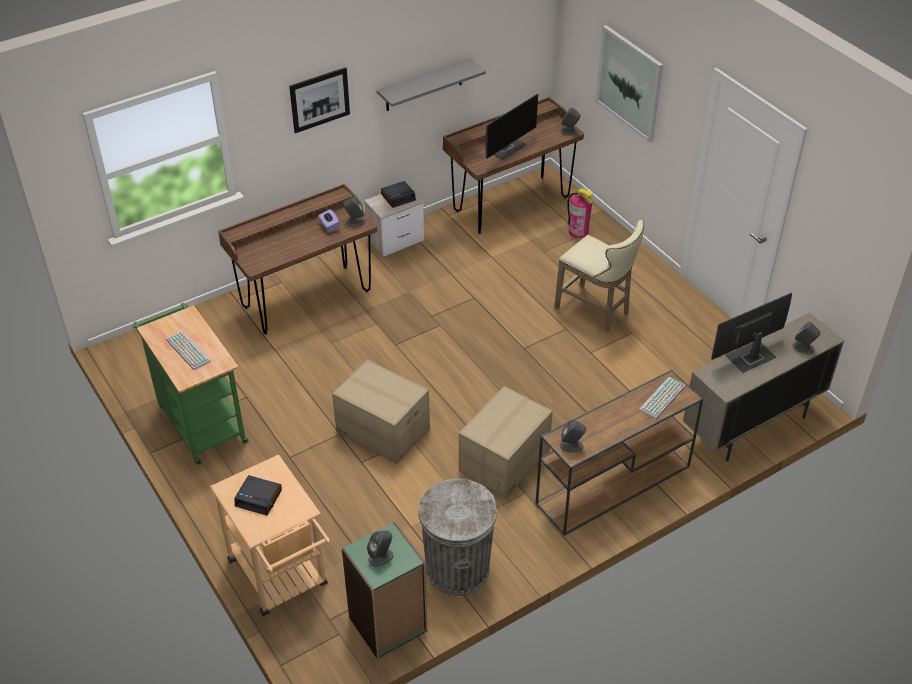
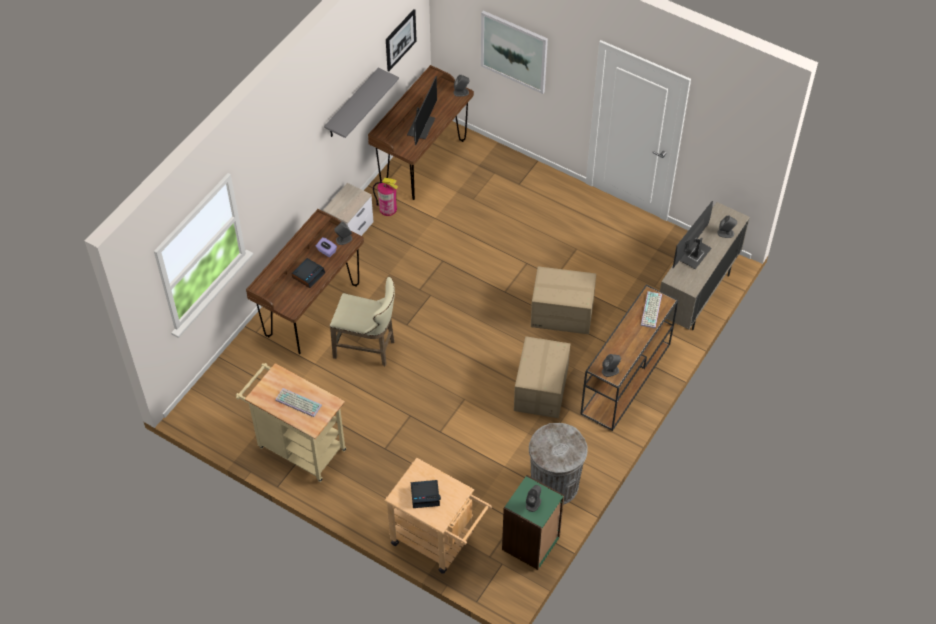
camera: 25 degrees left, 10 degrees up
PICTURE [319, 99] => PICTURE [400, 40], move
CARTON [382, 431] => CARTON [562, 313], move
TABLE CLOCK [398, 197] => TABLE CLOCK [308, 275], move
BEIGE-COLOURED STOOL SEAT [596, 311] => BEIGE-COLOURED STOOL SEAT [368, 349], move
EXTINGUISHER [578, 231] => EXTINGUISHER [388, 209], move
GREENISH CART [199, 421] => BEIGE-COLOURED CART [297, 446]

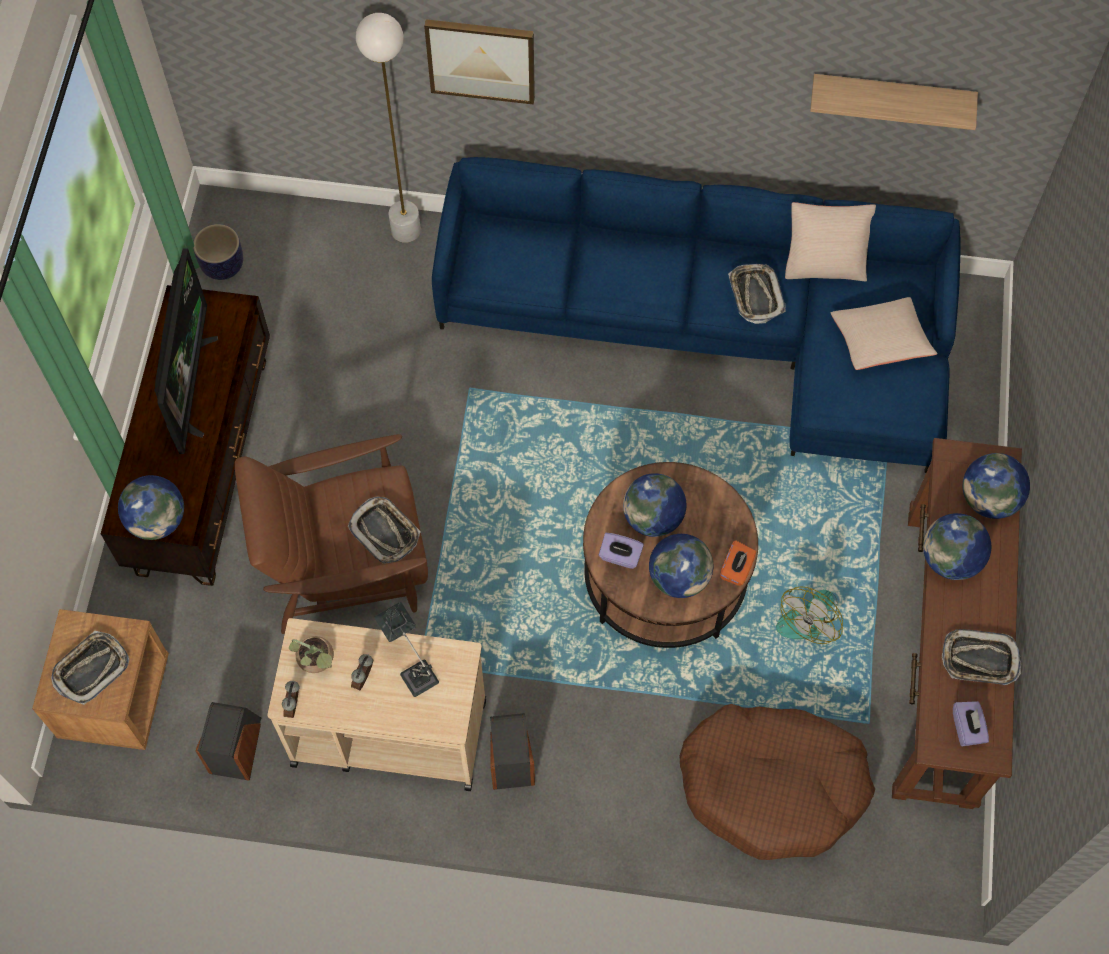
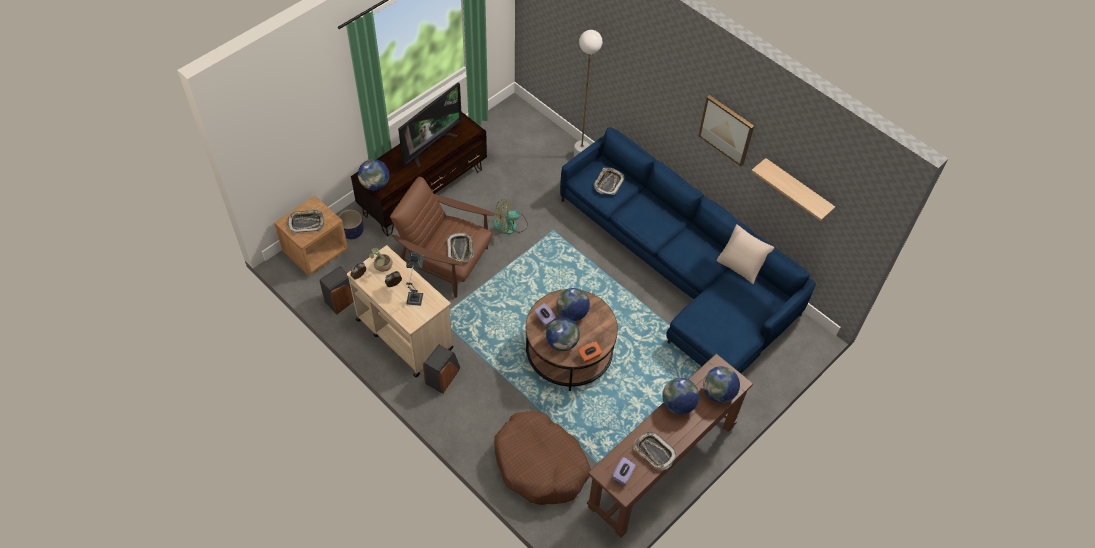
camera: 35 degrees right, 10 degrees down
BEIGE-COLOURED PILLOW [880, 341] => nothing
FLOWER POT [222, 265] => FLOWER POT [352, 232], move
PICTURE [481, 59] => PICTURE [726, 130], move
SERVING TRAY [755, 295] => SERVING TRAY [608, 183], move
FAN [808, 615] => FAN [510, 225], move

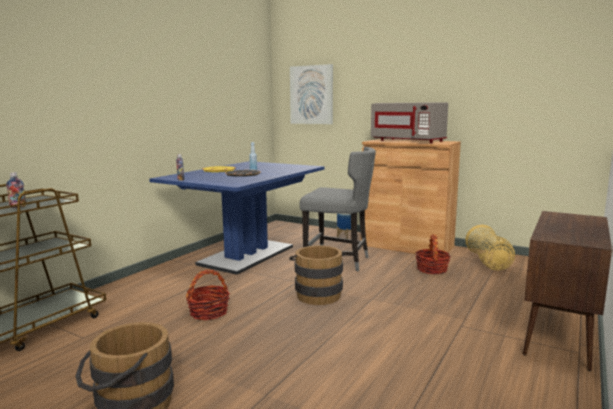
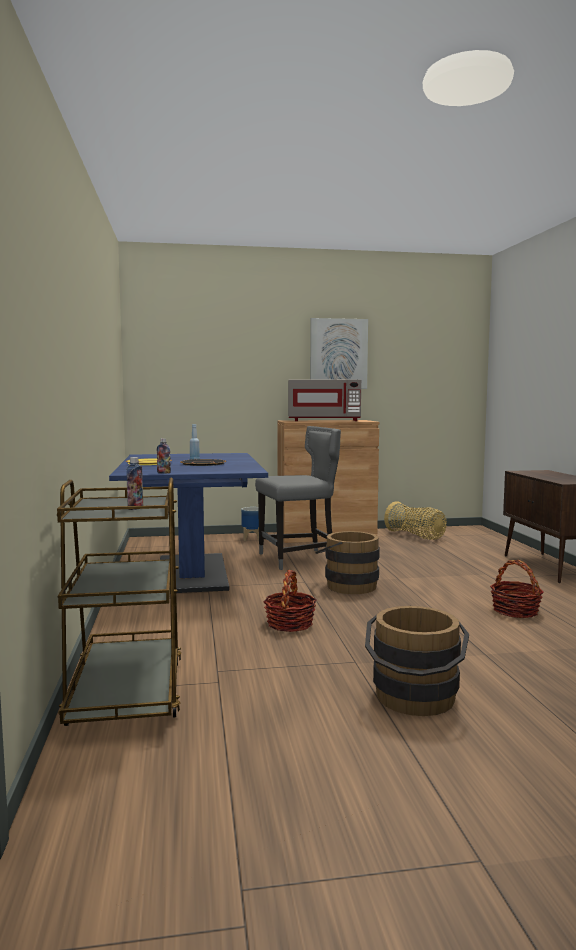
camera: 40 degrees left, 5 degrees down
PICTURE [311, 95] => PICTURE [338, 354], move
STORAGE BASKET [432, 269] => STORAGE BASKET [515, 611], move

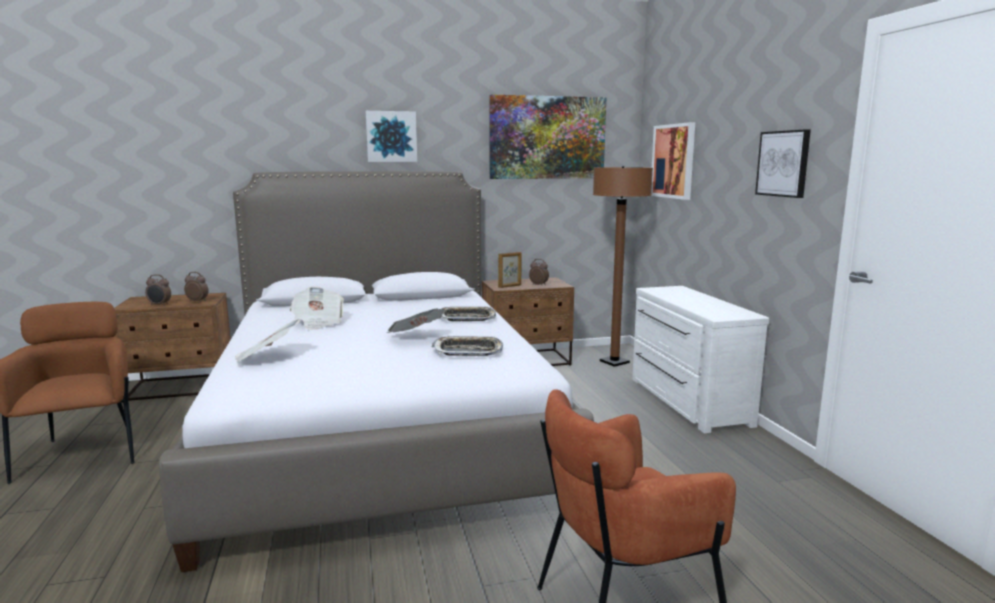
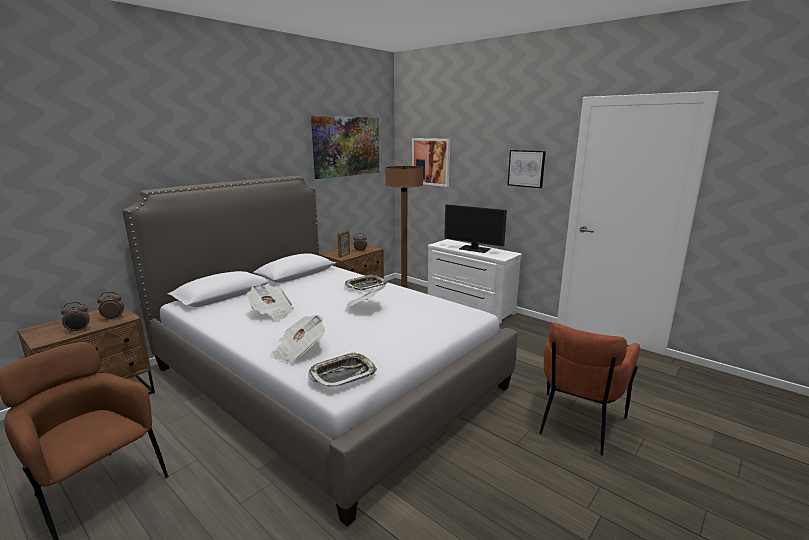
camera: 35 degrees left, 5 degrees up
PICTURE [391, 136] => nothing
nothing => MONITOR [475, 249]
SERVING TRAY [468, 351] => SERVING TRAY [343, 374], move

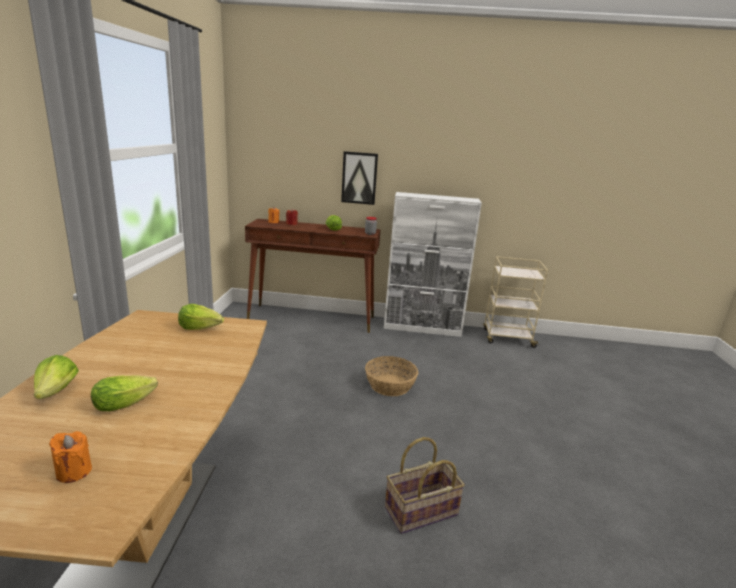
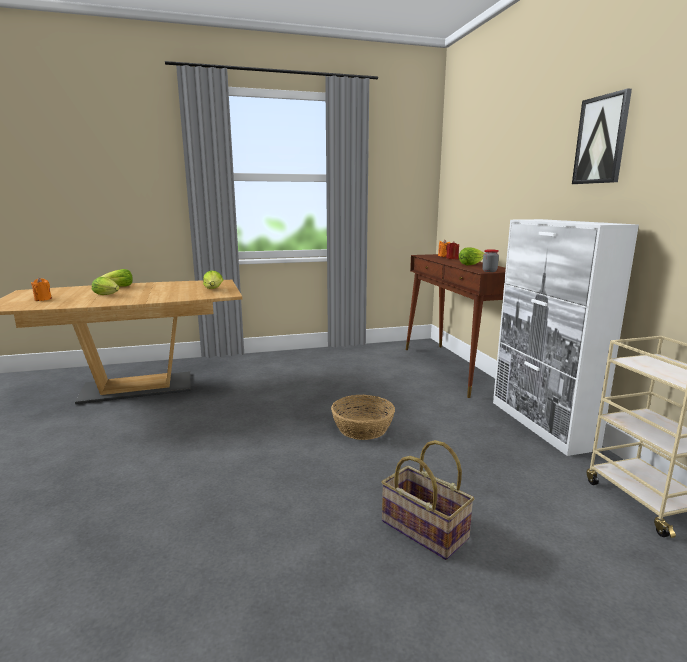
camera: 70 degrees right, 5 degrees down
PICTURE [359, 178] => PICTURE [601, 140], move
STORAGE BASKET [421, 512] => STORAGE BASKET [423, 530], move

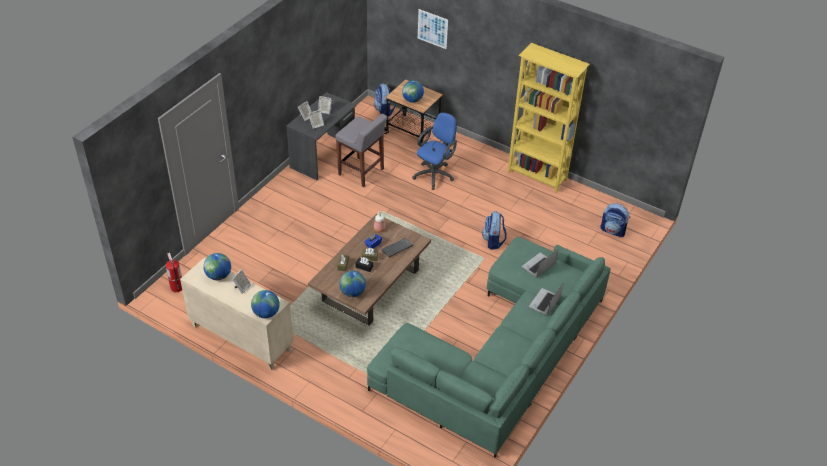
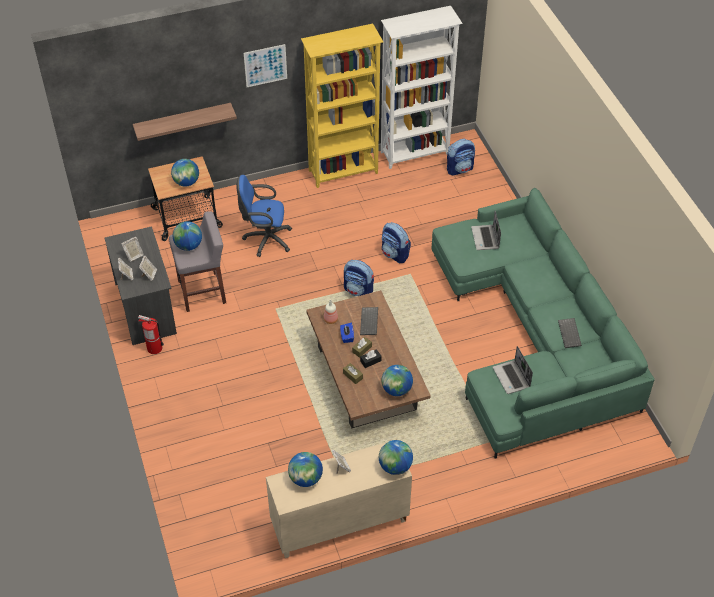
camera: 50 degrees left, 5 degrees up
nothing => BRACKET SHELF [183, 121]
nothing => DESK GLOBE [188, 246]
nothing => WHITE BOOKSHELF [415, 153]
nothing => PC KEYBOARD [570, 334]
EXTINGUISHER [177, 287] => EXTINGUISHER [154, 348], move
KNAPSACK [384, 111] => KNAPSACK [359, 291], move
PICTURE [432, 29] => PICTURE [265, 65], move
NOTEBOOK COMPUTER [545, 303] => NOTEBOOK COMPUTER [512, 378], move
BLUE DESK CHAIR [435, 174] => BLUE DESK CHAIR [265, 239], 75 degrees counterclockwise

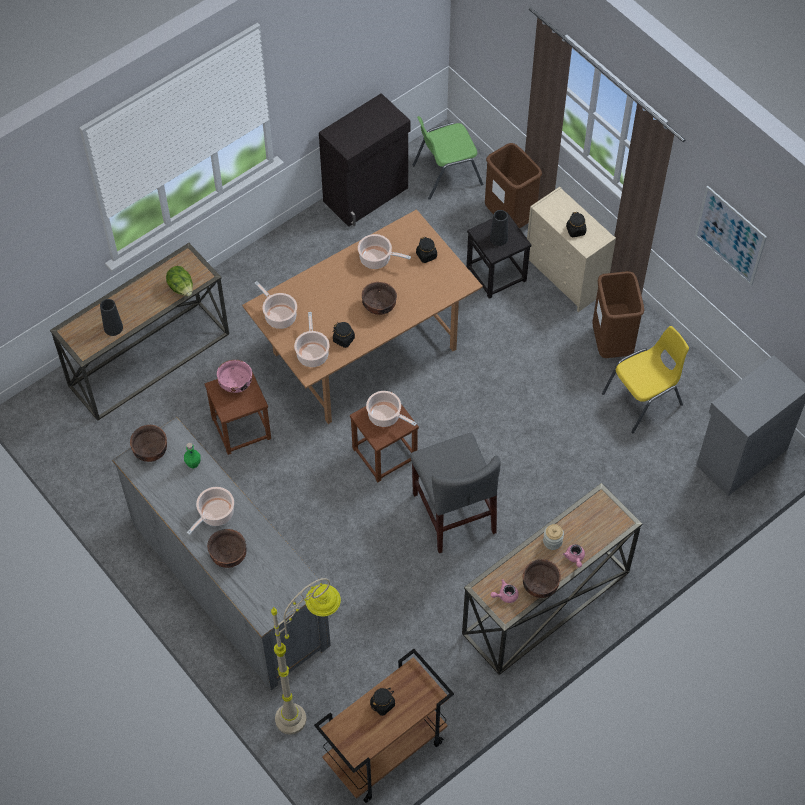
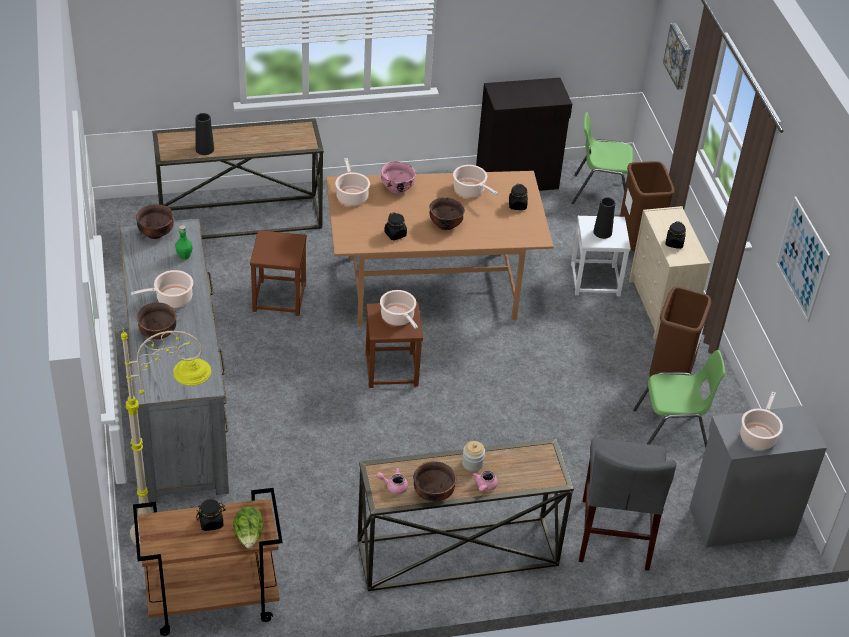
camera: 25 degrees right, 15 degrees down
nothing => PICTURE [679, 56]
HEAD OF LETTUCE [181, 288] => HEAD OF LETTUCE [249, 536], move
PINK BOWL [235, 385] => PINK BOWL [396, 188], move
SAUCEPOT [312, 353] => SAUCEPOT [758, 436], move
GREY PLAIN CHAIR [453, 513] => GREY PLAIN CHAIR [614, 533], move
BLACK STOOL SEAT [496, 274] => WHITE STOOL SEAT [595, 280]
YELLOWISH PLAIN CHAIR [644, 399] => GREENISH PLAIN CHAIR [672, 432]

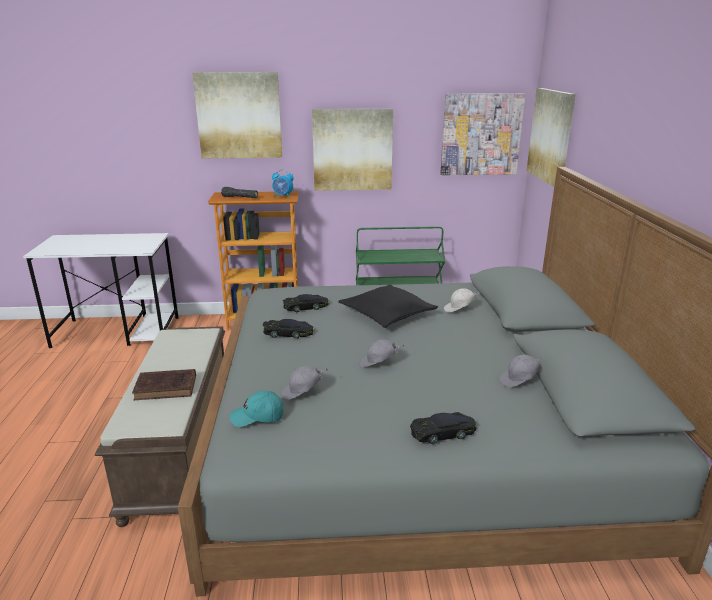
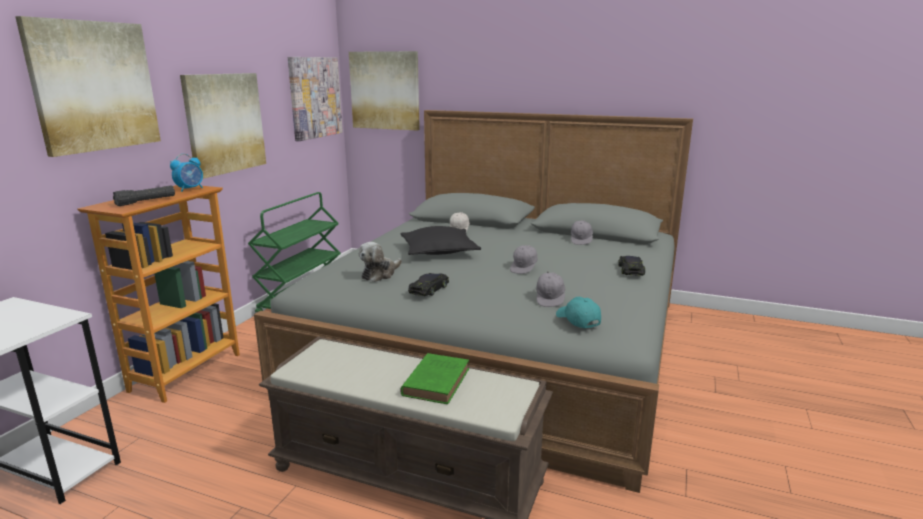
camera: 65 degrees left, 5 degrees down
BLACK MODEL CAR [306, 307] => CUDDLY TOY [380, 274]
BROWNISH BOUND BOOK [167, 387] => GREENISH BOUND BOOK [437, 381]
BLUE-GREEN CAP [257, 417] => BLUE-GREEN CAP [577, 320], 135 degrees clockwise

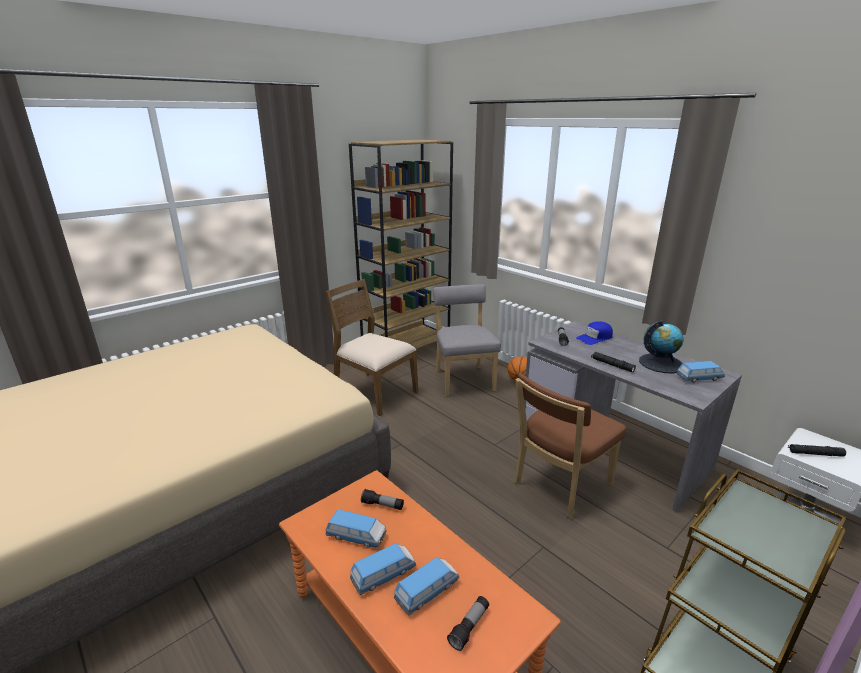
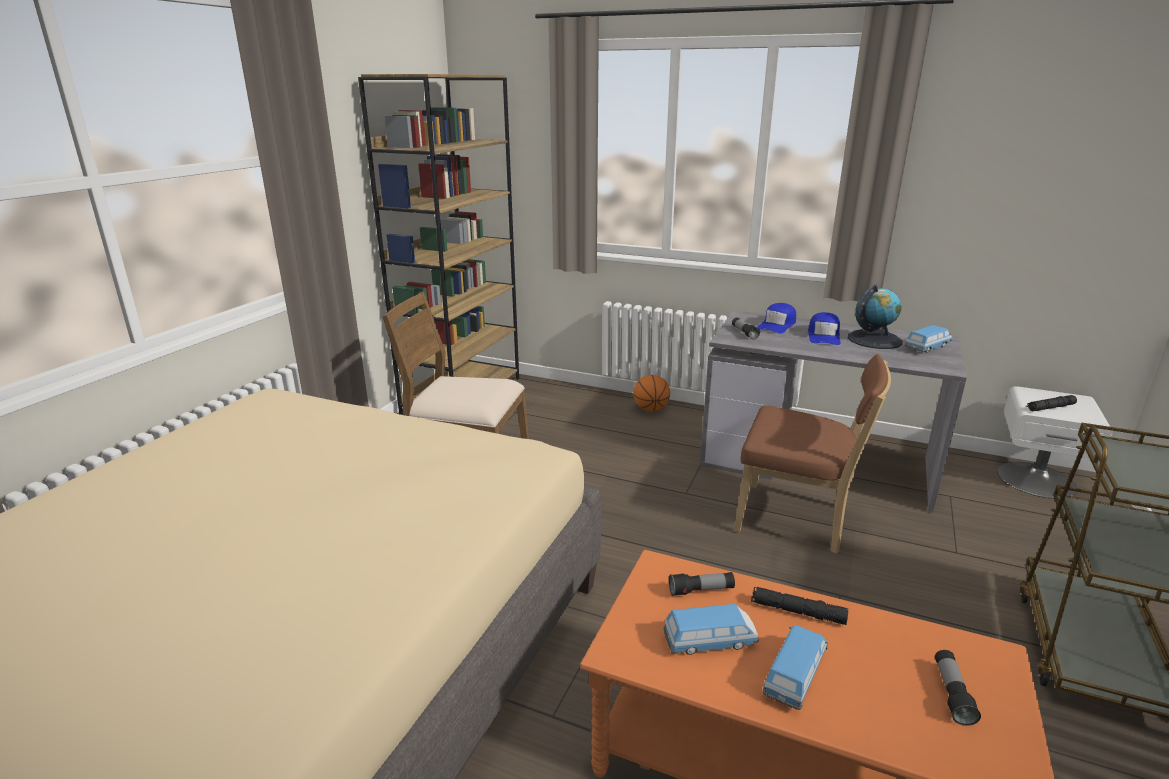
camera: 25 degrees left, 0 degrees up
MODEL CAR [427, 591] => nothing
GREY PLAIN CHAIR [463, 379] => nothing
nothing => BLUE CAP [824, 336]
BLACK HAND TORCH [612, 365] => BLACK HAND TORCH [797, 611], move
BROWNISH PLAIN CHAIR [559, 485] => BROWNISH PLAIN CHAIR [798, 520], 90 degrees counterclockwise

